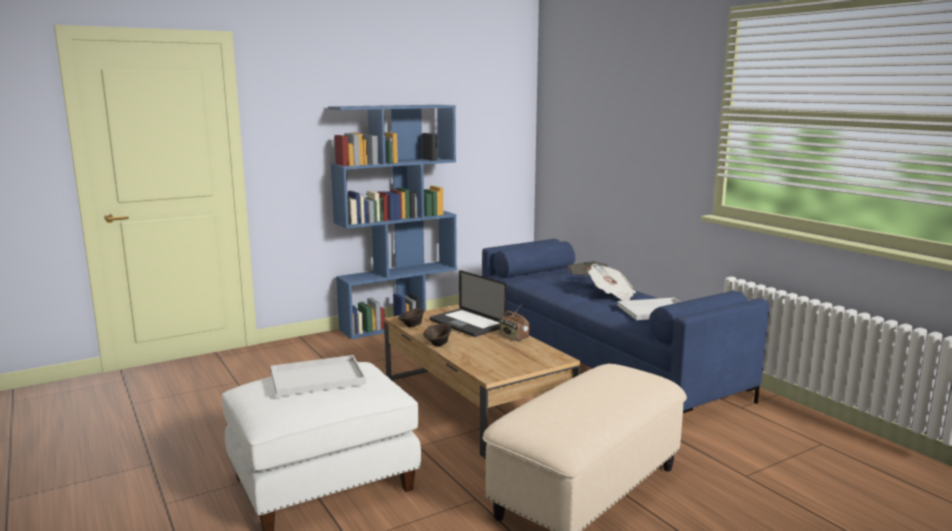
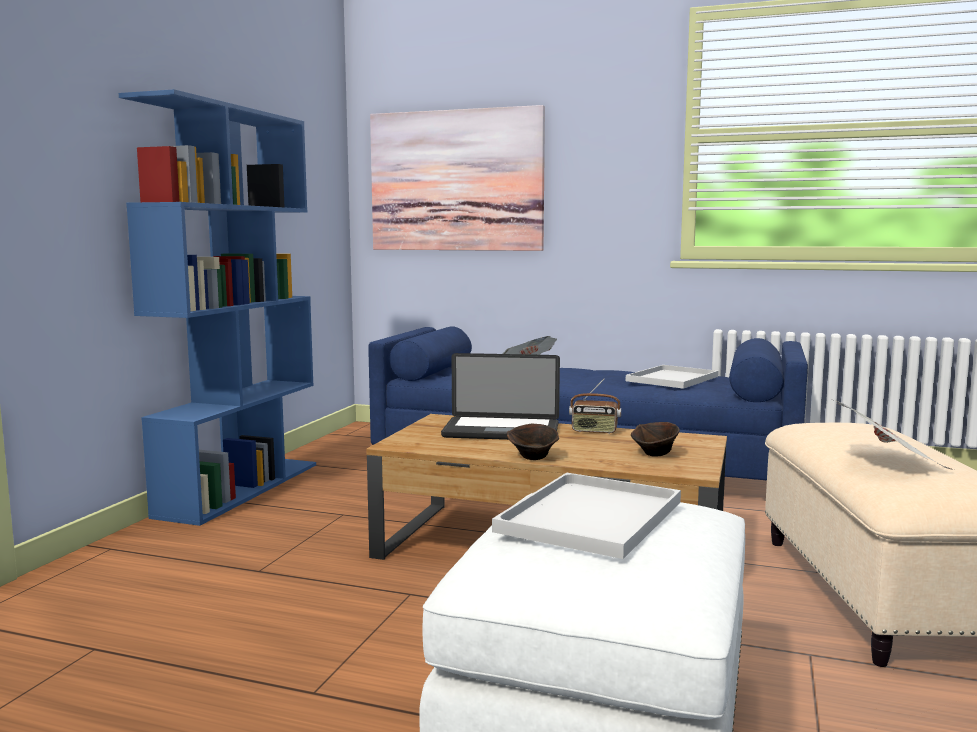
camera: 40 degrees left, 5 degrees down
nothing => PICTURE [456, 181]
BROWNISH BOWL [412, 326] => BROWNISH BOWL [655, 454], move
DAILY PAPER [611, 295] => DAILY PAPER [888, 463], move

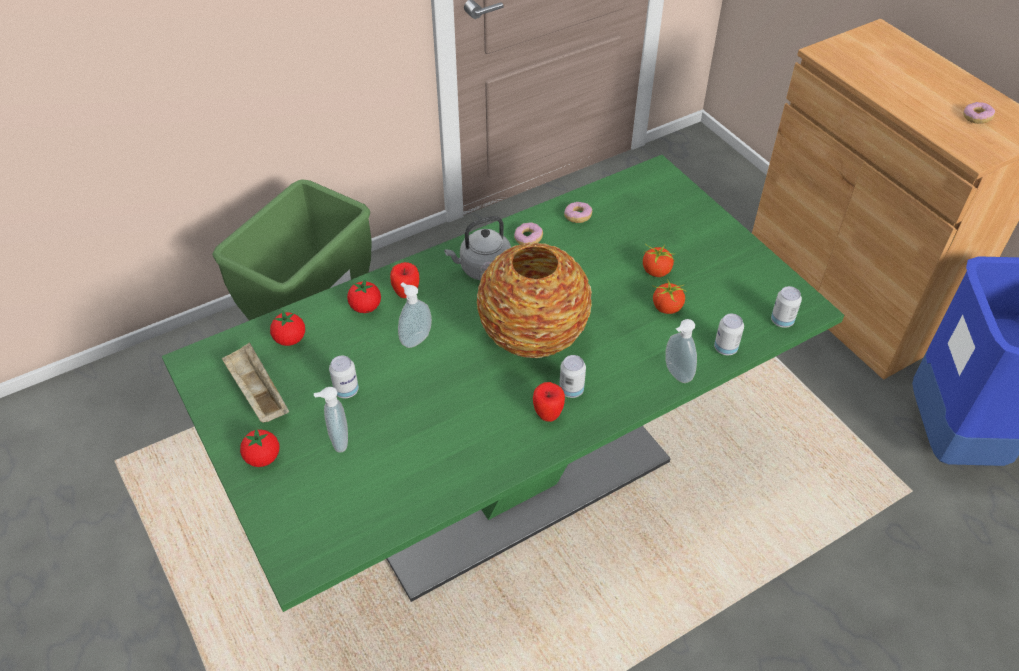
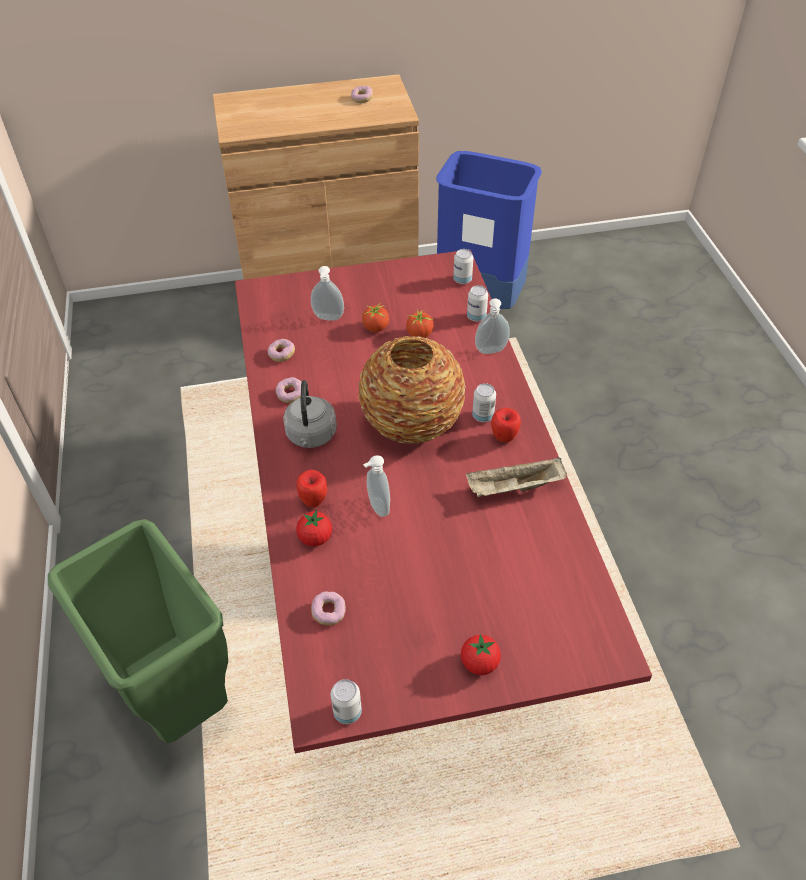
camera: 70 degrees left, 0 degrees up
BEIGE-COLOURED SERVING TRAY [257, 393] => BEIGE-COLOURED SERVING TRAY [514, 488], move
LIQUID SOAP BOTTLE [338, 441] => LIQUID SOAP BOTTLE [328, 318], move
METAL CAN [346, 390] => METAL CAN [347, 712], move
WHOLE TOMATO [290, 339] => DONUT [329, 612]
GREENISH DINNER TABLE [509, 476] => RED DINNER TABLE [404, 572]

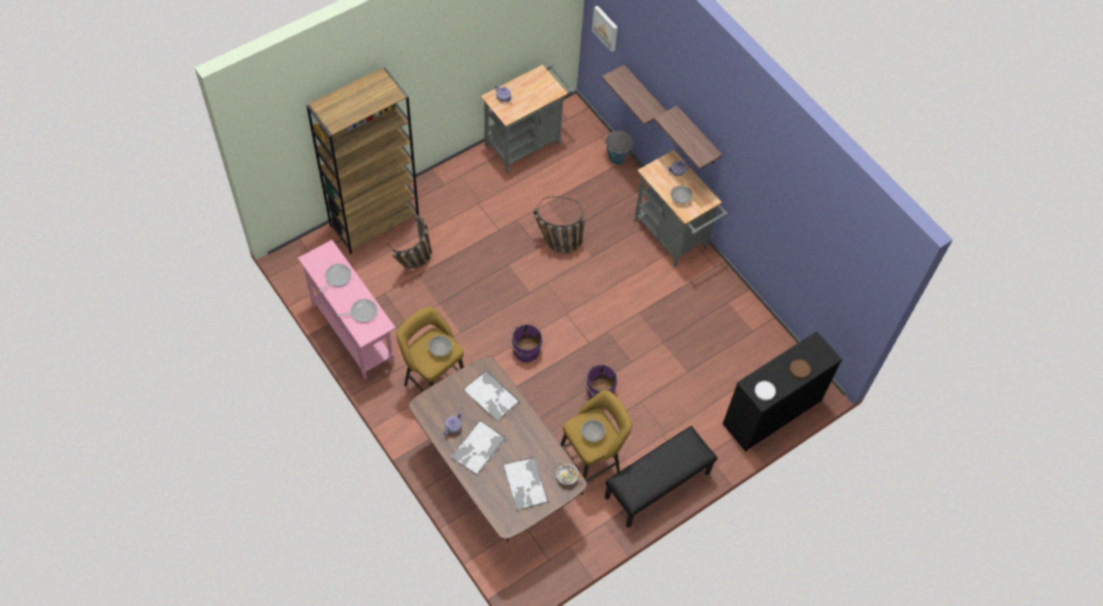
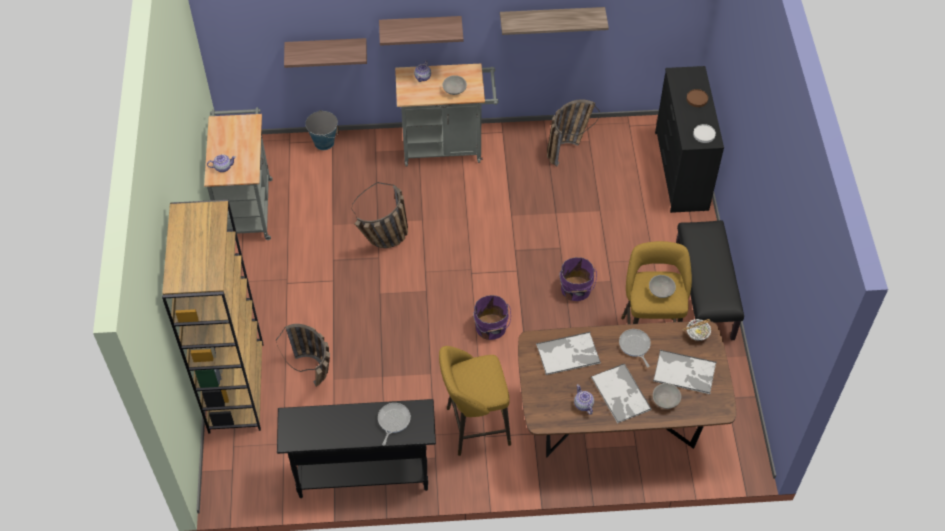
camera: 55 degrees left, 5 degrees down
PICTURE [606, 28] => nothing
nothing => BRACKET SHELF [551, 19]
nothing => STORAGE BASKET [567, 148]
SKILLET [337, 277] => SKILLET [635, 346], move
GREY BOWL [440, 349] => GREY BOWL [665, 400], move
PINK CONSOLE TABLE [353, 333] => BLACK CONSOLE TABLE [362, 474]

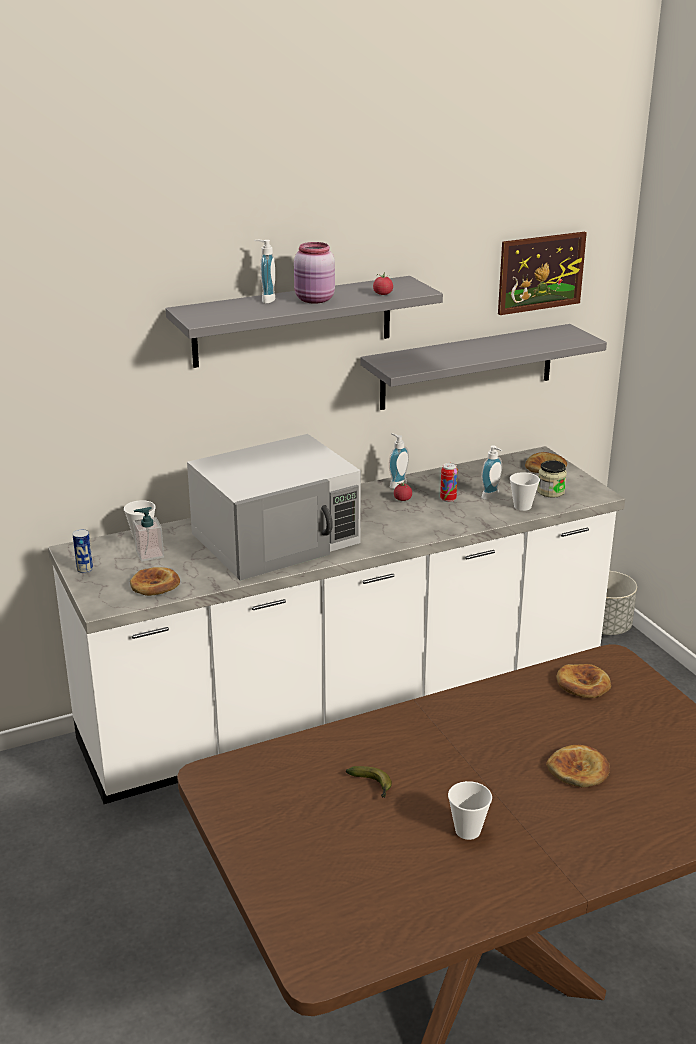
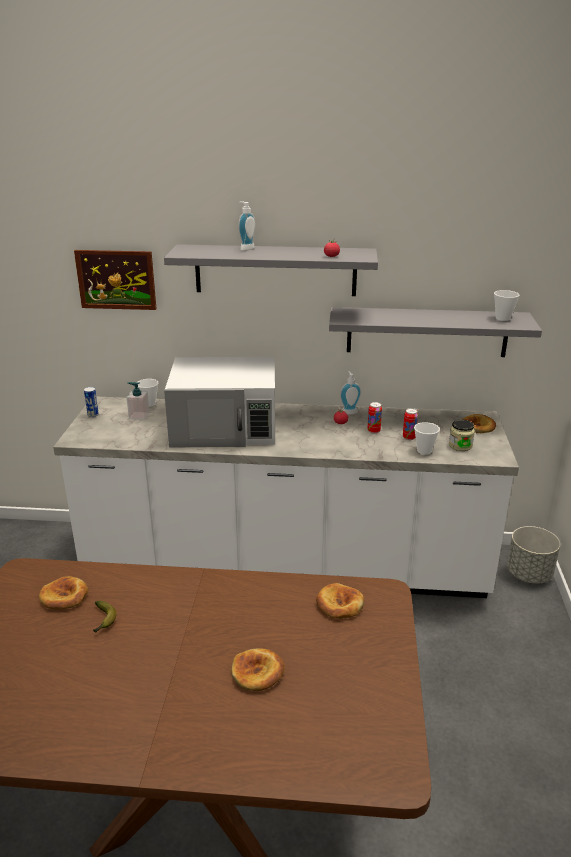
camera: 30 degrees right, 0 degrees up
PINK JAR [315, 300] => nothing
BAKED BREAD [155, 585] => BAKED BREAD [64, 596], move
CUP [467, 831] => CUP [503, 318], move
PICTURE [541, 272] => PICTURE [116, 279], move
LIQUID SOAP BOTTLE [492, 497] => METAL CAN [409, 438]

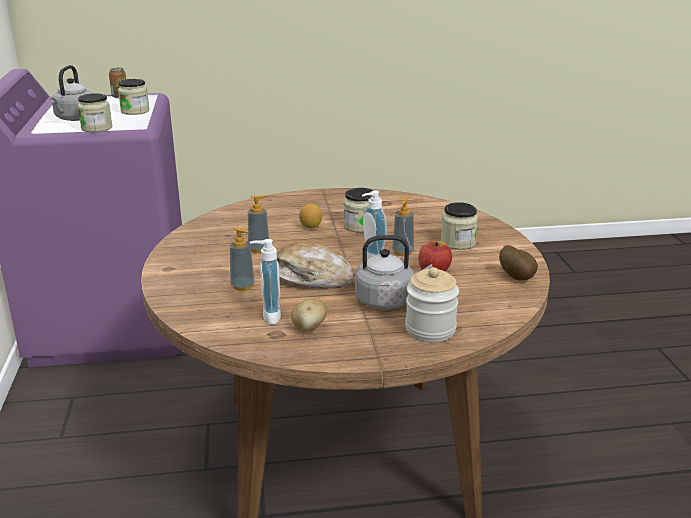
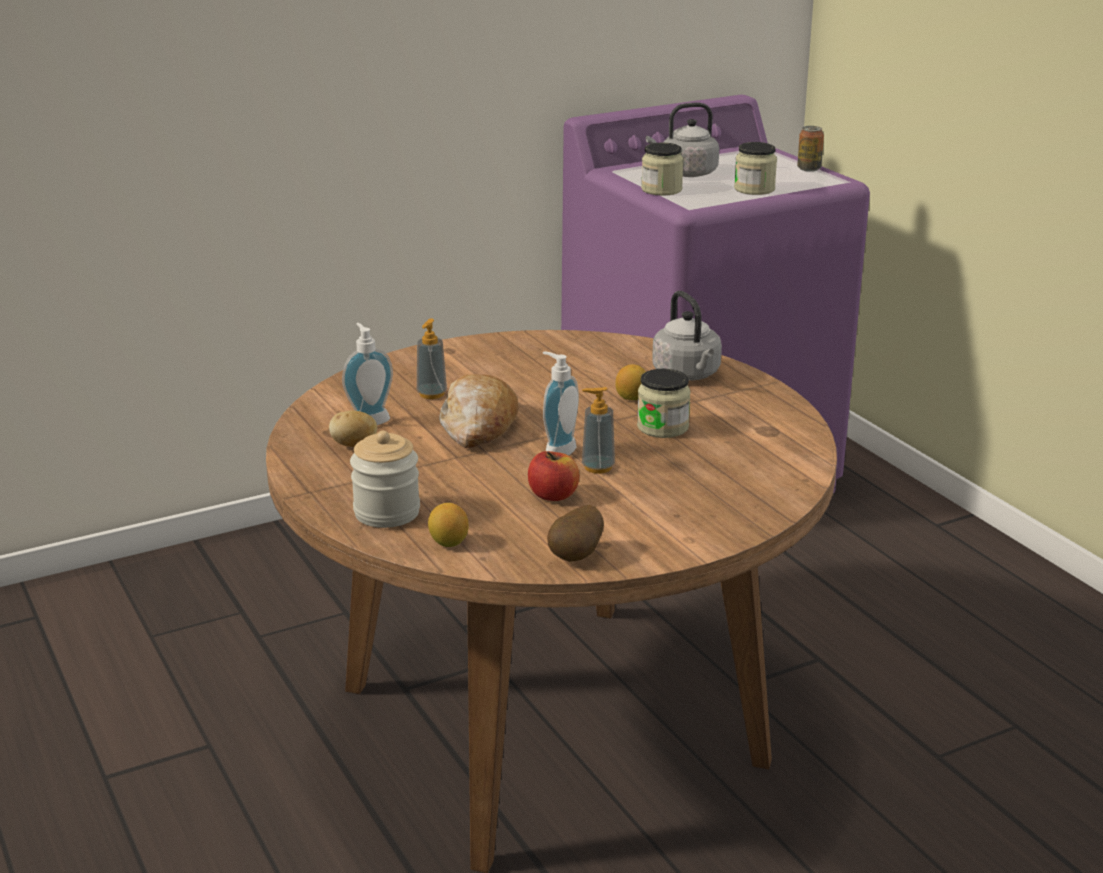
camera: 70 degrees right, 0 degrees up
LIQUID SOAP BOTTLE [259, 249] => nothing
JAR [458, 243] => nothing
nothing => WHOLE LEMON [448, 543]
GREY TEA KETTLE [387, 300] => GREY TEA KETTLE [688, 375], move

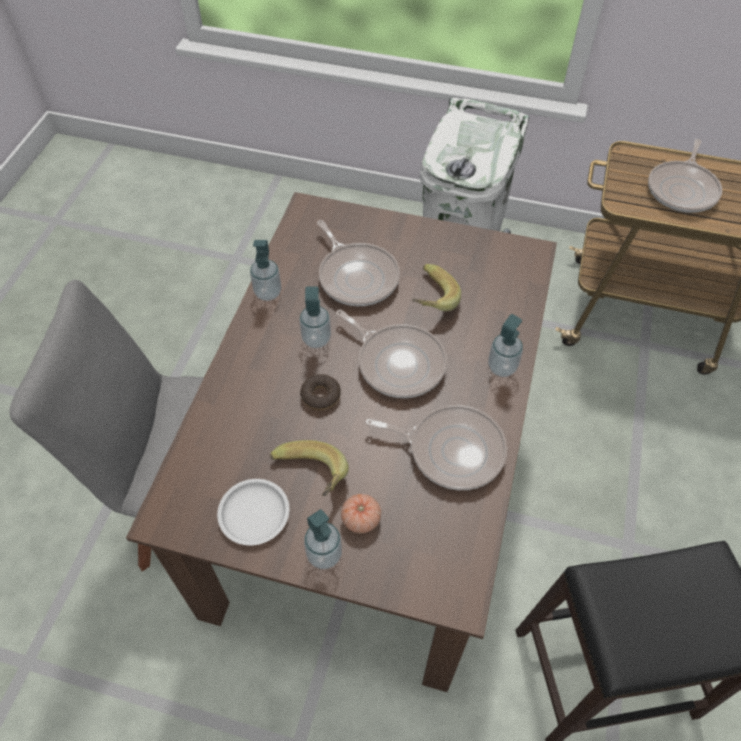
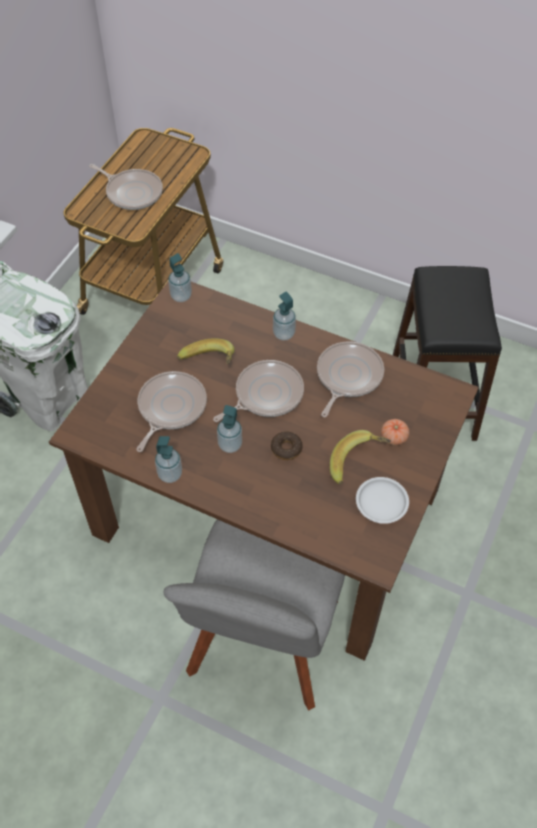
camera: 80 degrees left, 0 degrees up
LIQUID SOAP BOTTLE [324, 555] => LIQUID SOAP BOTTLE [181, 296], move
SKILLET [357, 276] => SKILLET [170, 408], 45 degrees counterclockwise

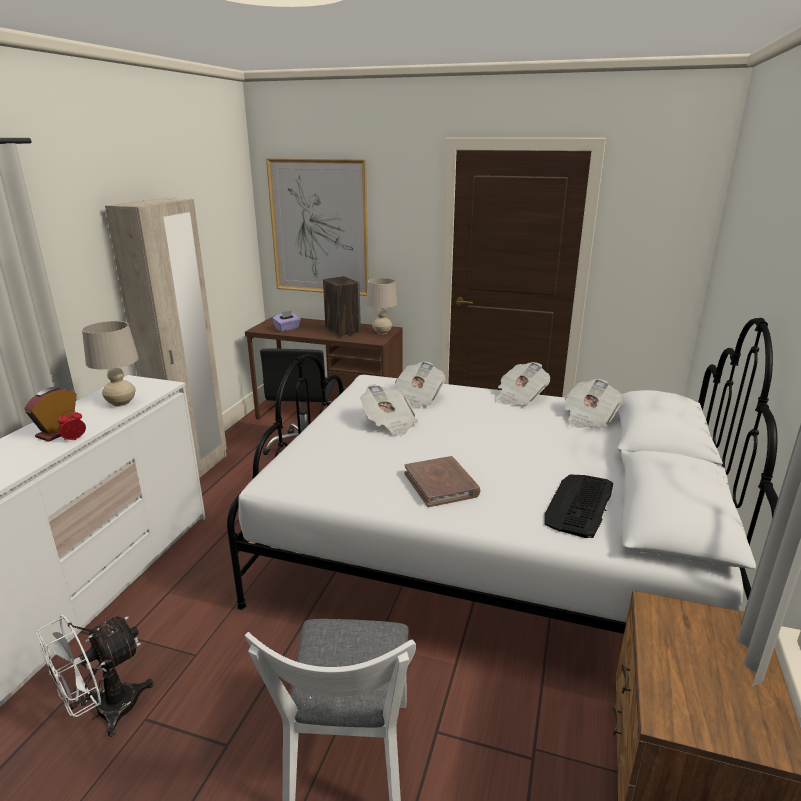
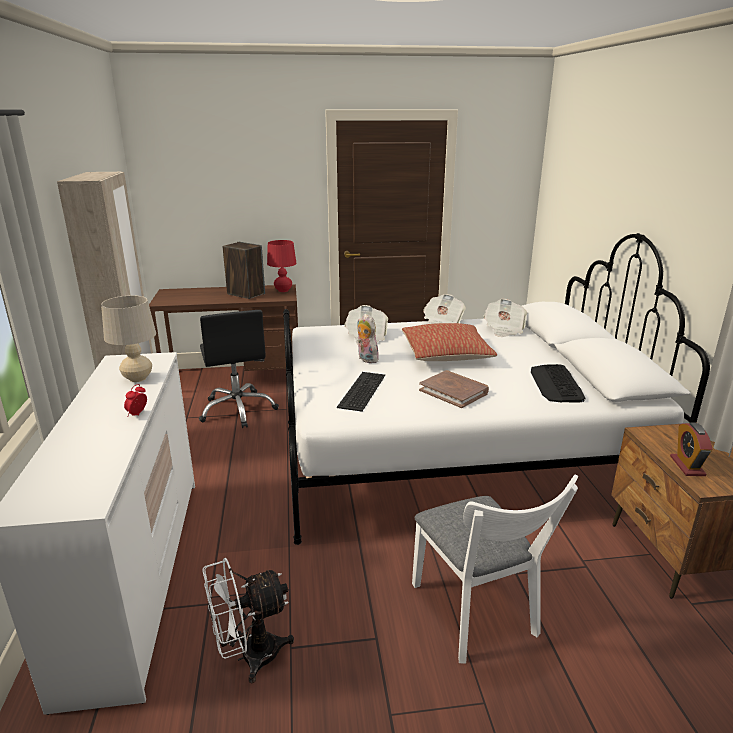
camera: 25 degrees left, 0 degrees up
PICTURE [319, 228] => nothing
PURPLISH BOX OF TISSUES [287, 329] => nothing
nothing => PC KEYBOARD [361, 390]
nothing => PILLOW [446, 354]
TABLE CLOCK [59, 432] => TABLE CLOCK [687, 466], move
DAILY PAPER [389, 424] => CUDDLY TOY [366, 359]
BEIGE-COLOURED LAMP FOR A TABLE [382, 332] => RED LAMP FOR A TABLE [283, 290]
WHITE FAN [105, 712] => WHITE FAN [249, 656], 45 degrees clockwise

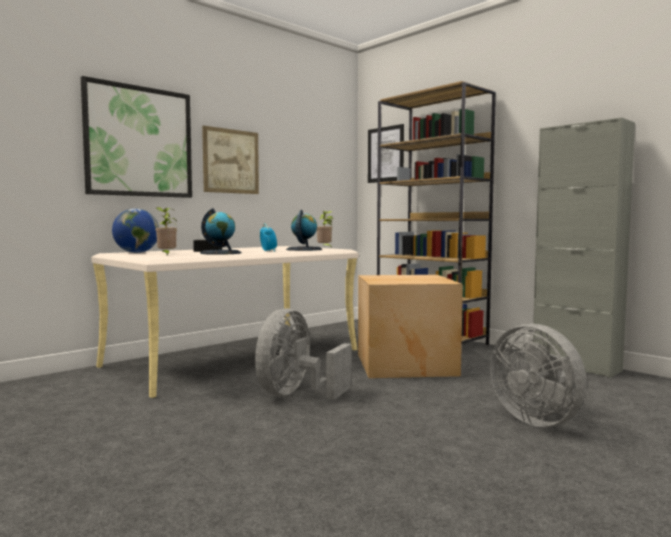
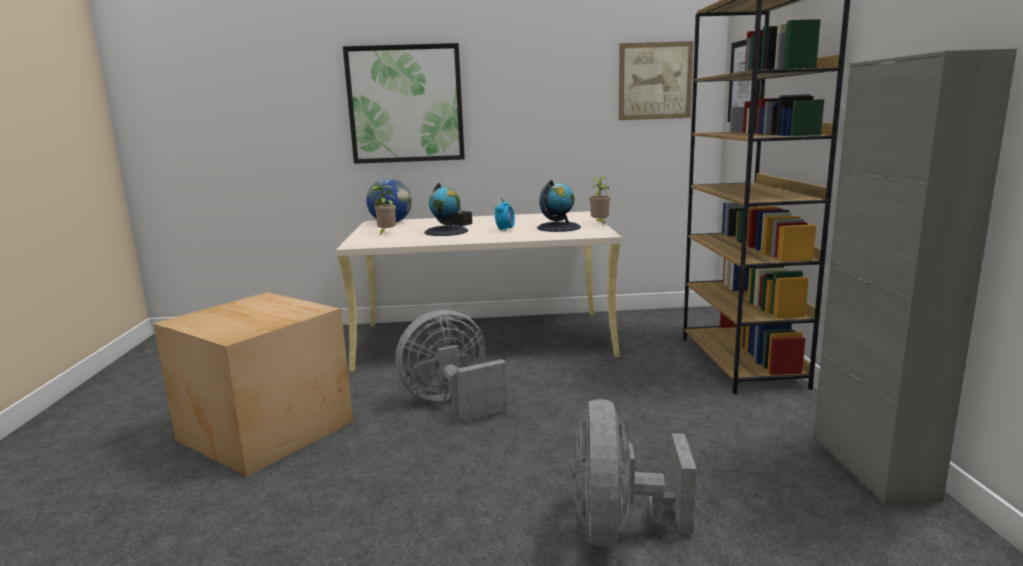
camera: 40 degrees right, 10 degrees up
PICTURE [231, 161] => PICTURE [655, 81], move
CARTON [403, 364] => CARTON [266, 429], move

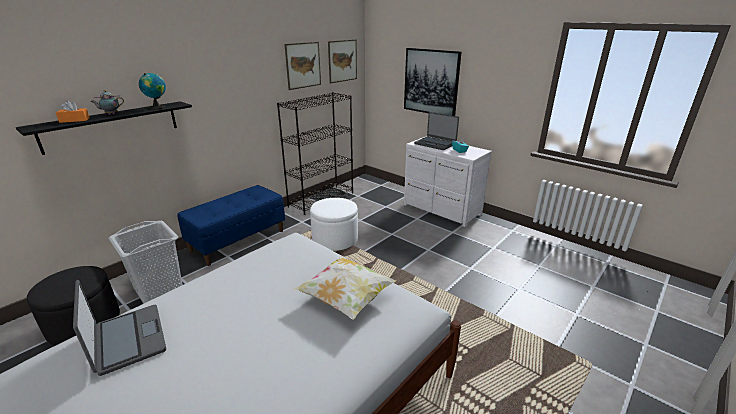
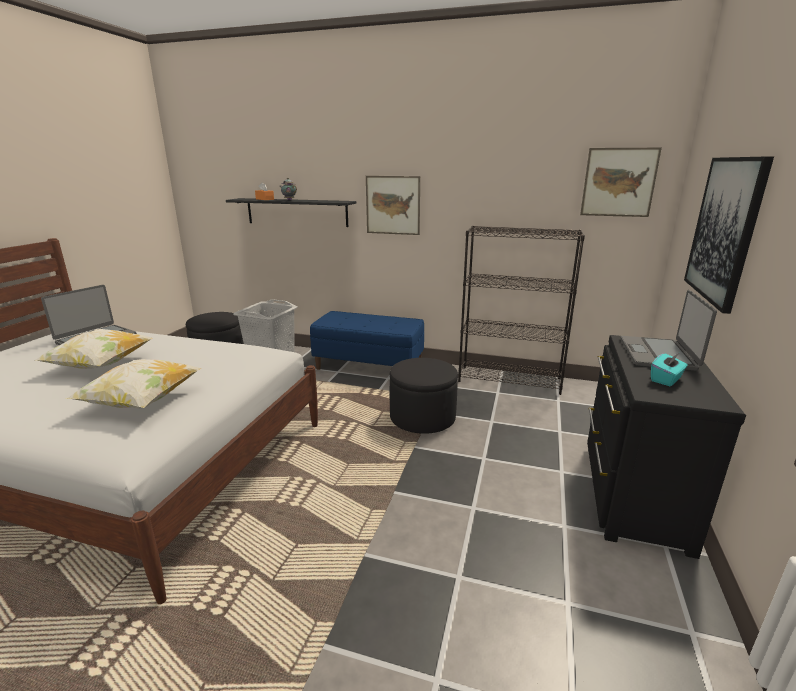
camera: 65 degrees right, 5 degrees down
DESK GLOBE [157, 107] => nothing
nothing => PILLOW [101, 365]
PICTURE [303, 65] => PICTURE [393, 205], move
WHITE OTTOMAN [335, 239] => BLACK OTTOMAN [422, 418]
WHITE DRAWER CHEST [441, 210] => BLACK DRAWER CHEST [631, 493]

